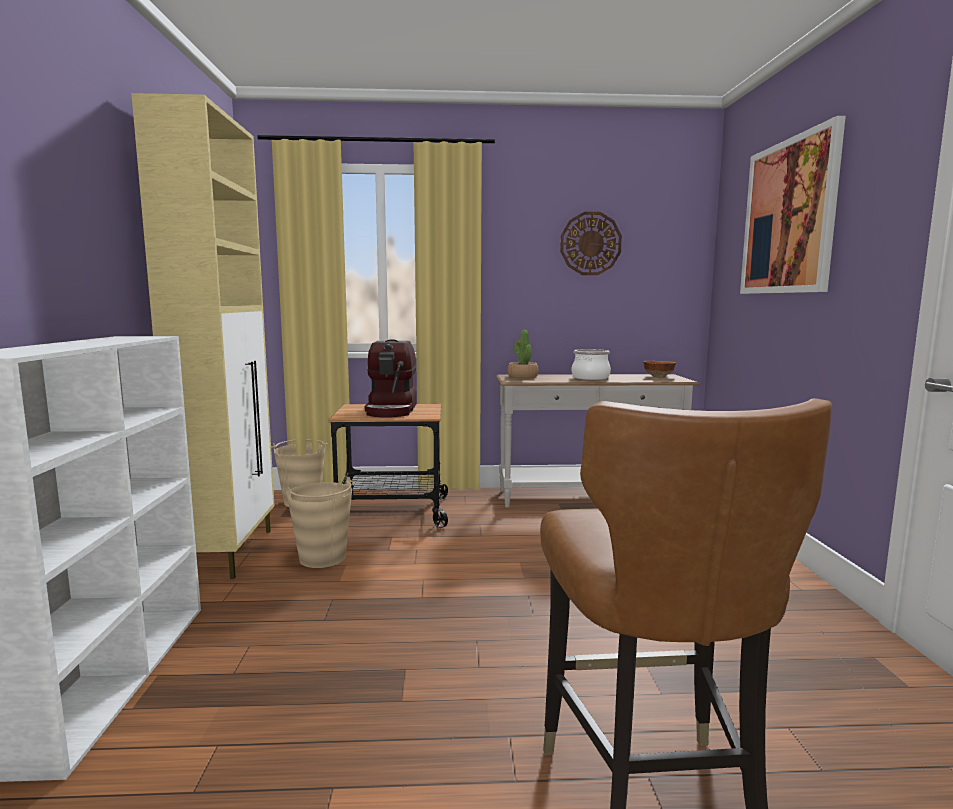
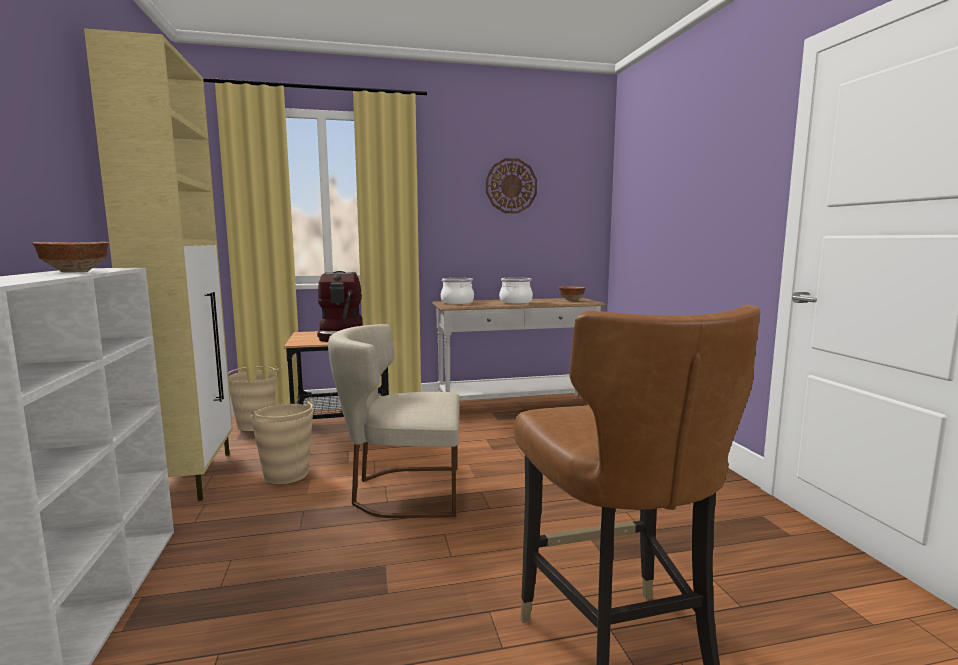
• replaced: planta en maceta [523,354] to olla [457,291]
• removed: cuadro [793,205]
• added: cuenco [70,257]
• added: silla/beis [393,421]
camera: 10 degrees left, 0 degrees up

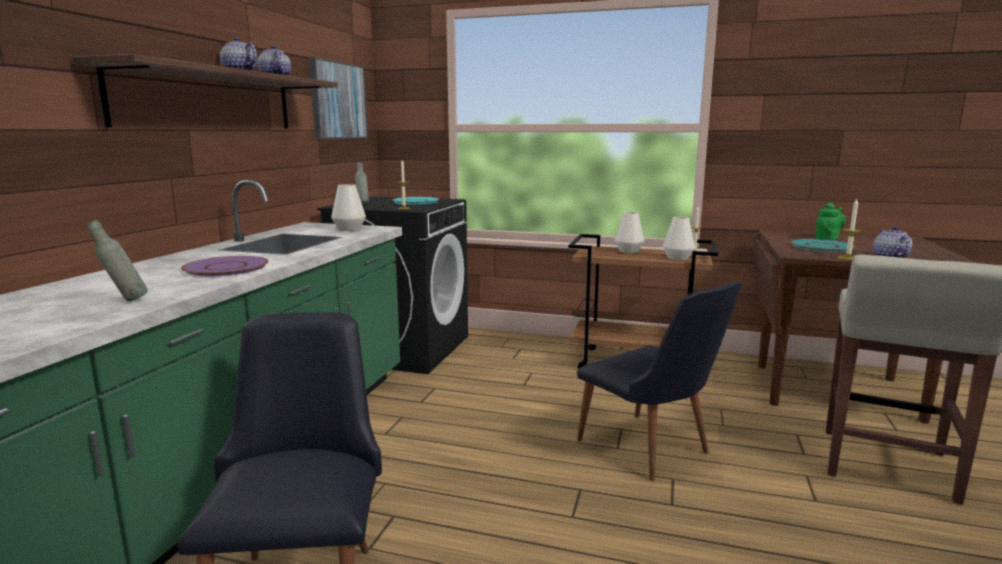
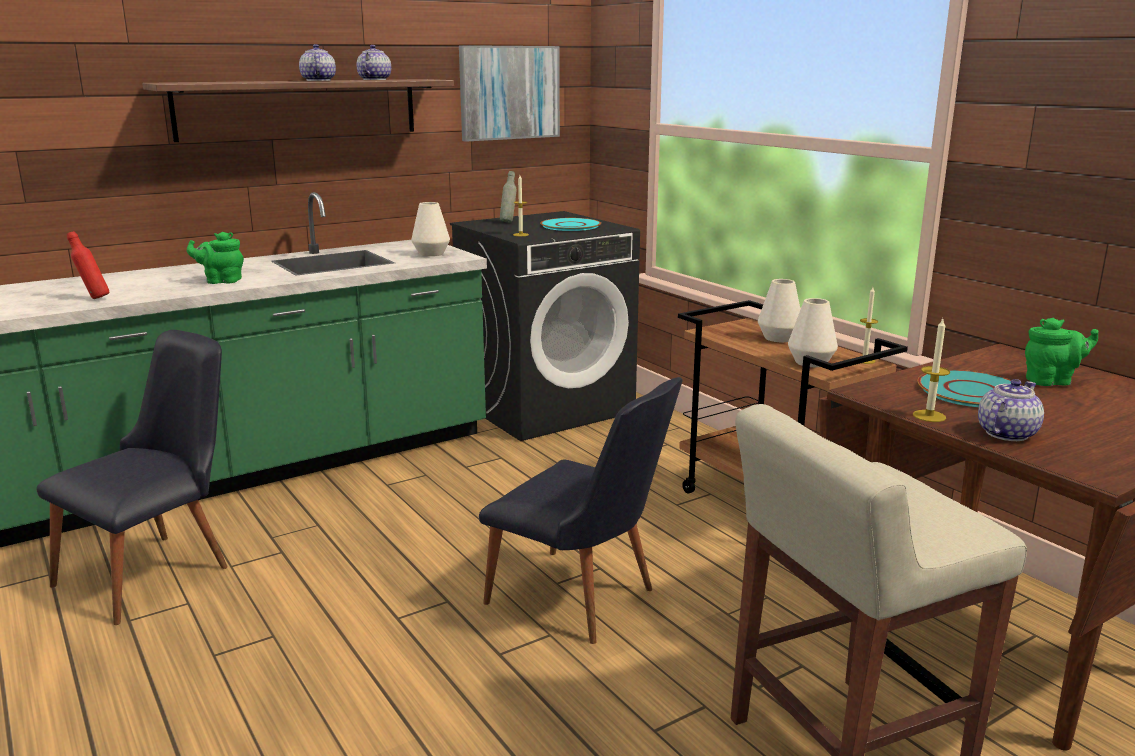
• recoloured: botella/gris [116,260] to botella/rojo [88,265]
• replaced: plato/morado [225,266] to tetera/verde [215,258]
• turned: silla/negro [659,381] = [581,510] 60 degrees counterclockwise
camera: 40 degrees right, 5 degrees up

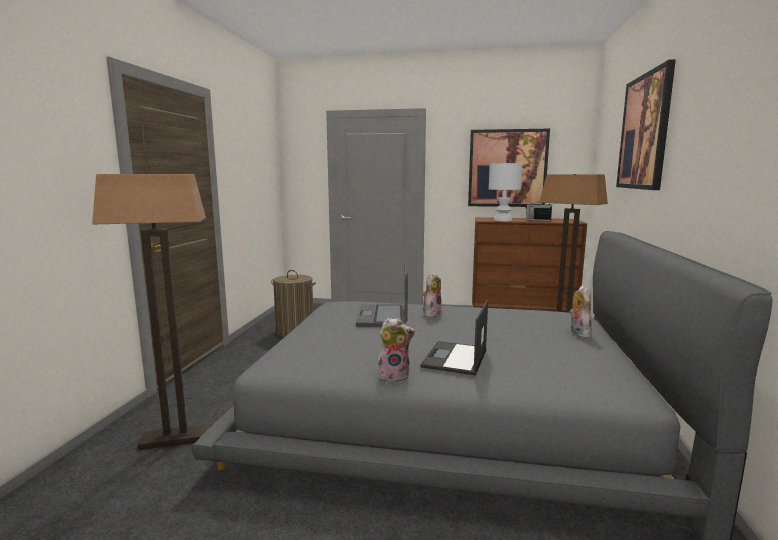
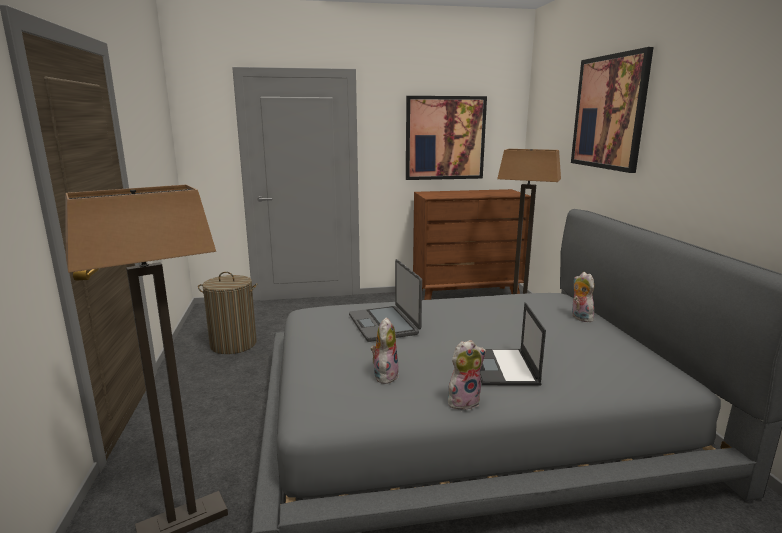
• moved: peluche [432,294] to [385,350]
• removed: lámpara de mesa/blanco [506,192]
• removed: radio [539,211]
camera: 20 degrees left, 5 degrees up

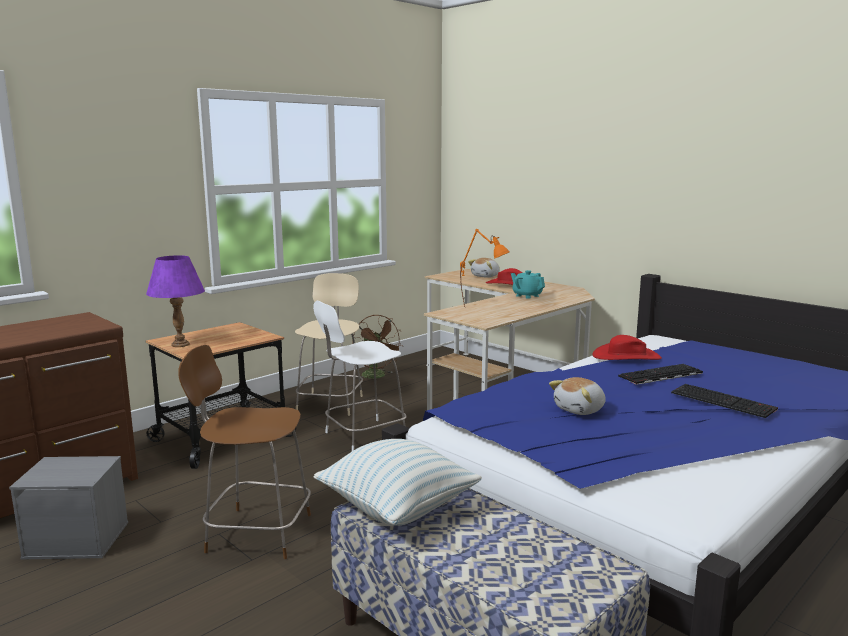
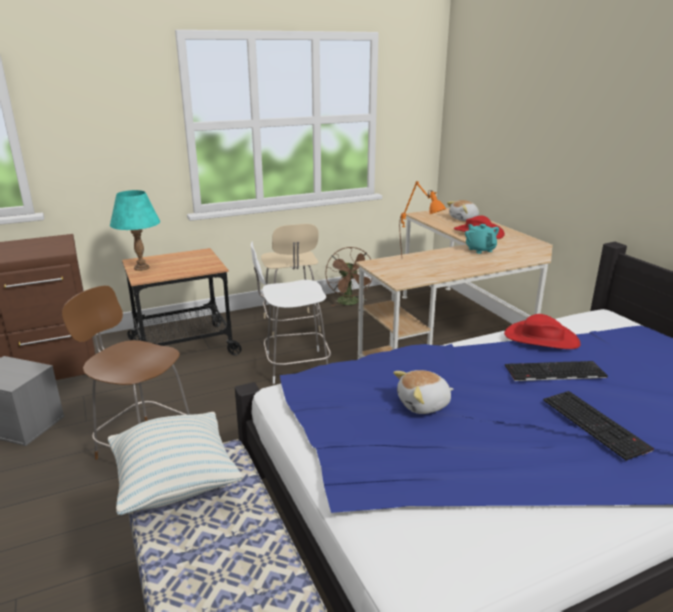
• recoloured: lámpara de mesa/morado [175,301] to lámpara de mesa/turquesa [135,230]
• turned: silla/beis [329,344] = [291,281] 135 degrees clockwise
camera: 20 degrees right, 10 degrees up

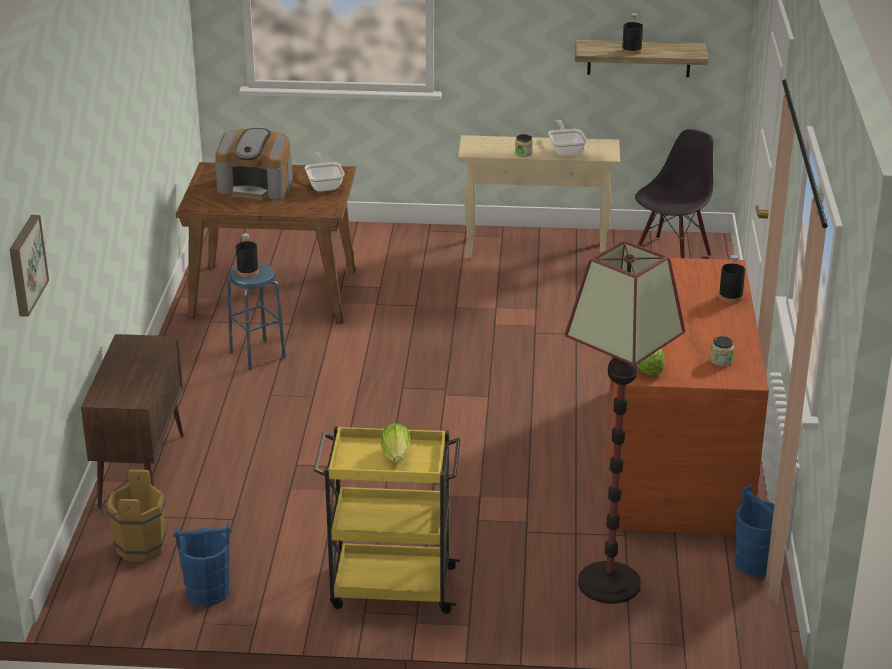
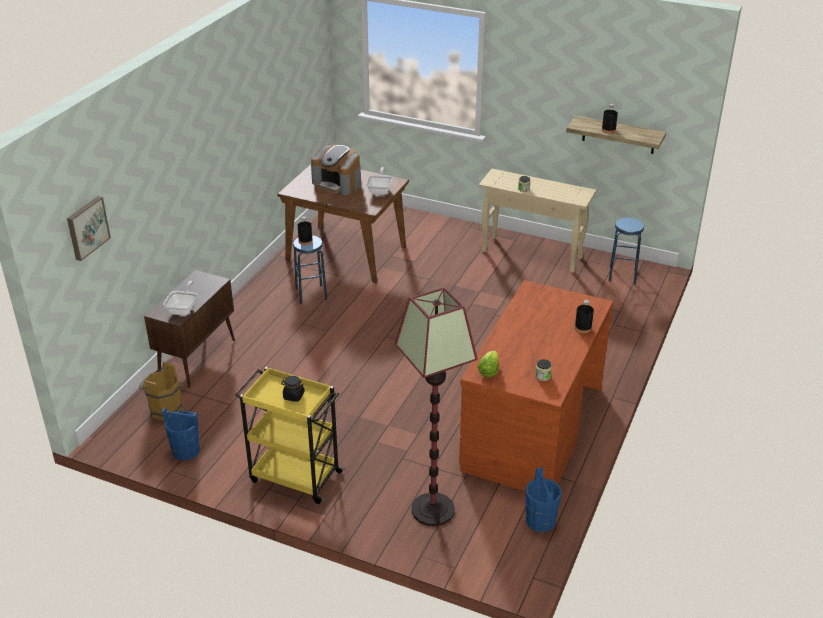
• replaced: lechuga [396,443] to tarro/negro [293,389]
• moved: sartén [567,138] to [180,298]
• replaced: silla/negro [674,193] to taburete/azul [626,251]
camera: 20 degrees right, 5 degrees up

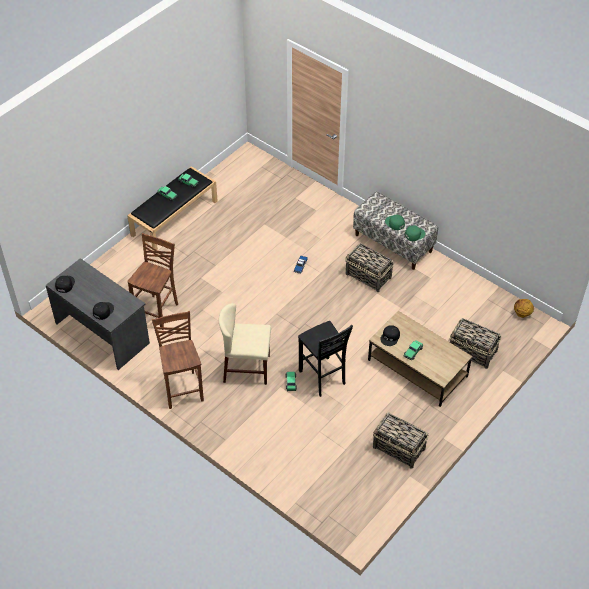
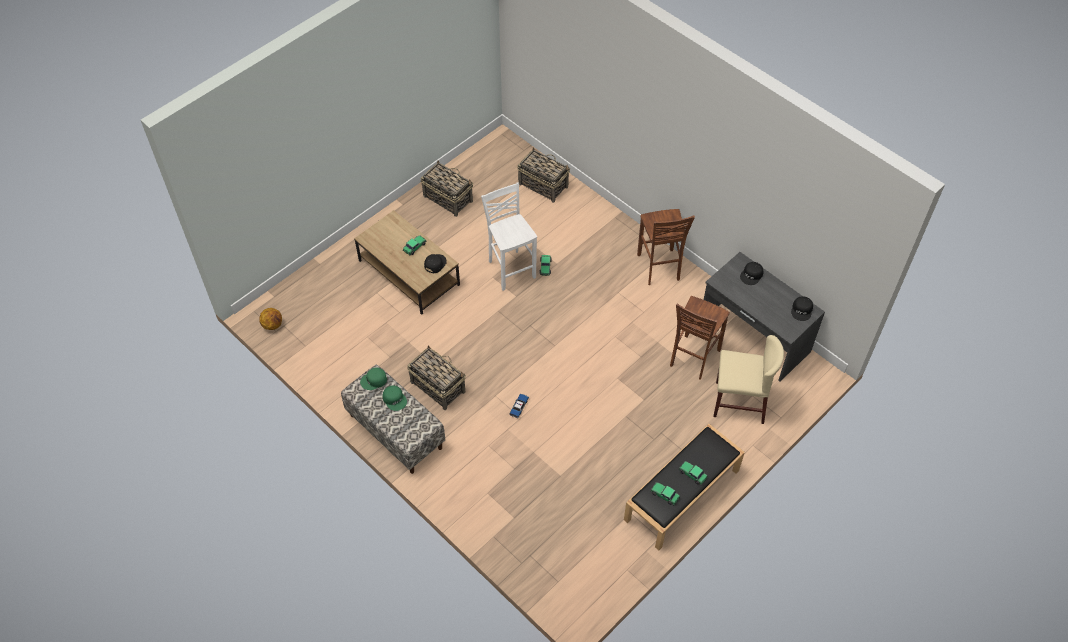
• moved: silla/beis [245,344] to [748,379]
• recoloured: taburete/negro [325,359] to taburete/blanco [509,236]
• moved: cesta [476,343] to [543,175]
camera: 175 degrees left, 5 degrees up

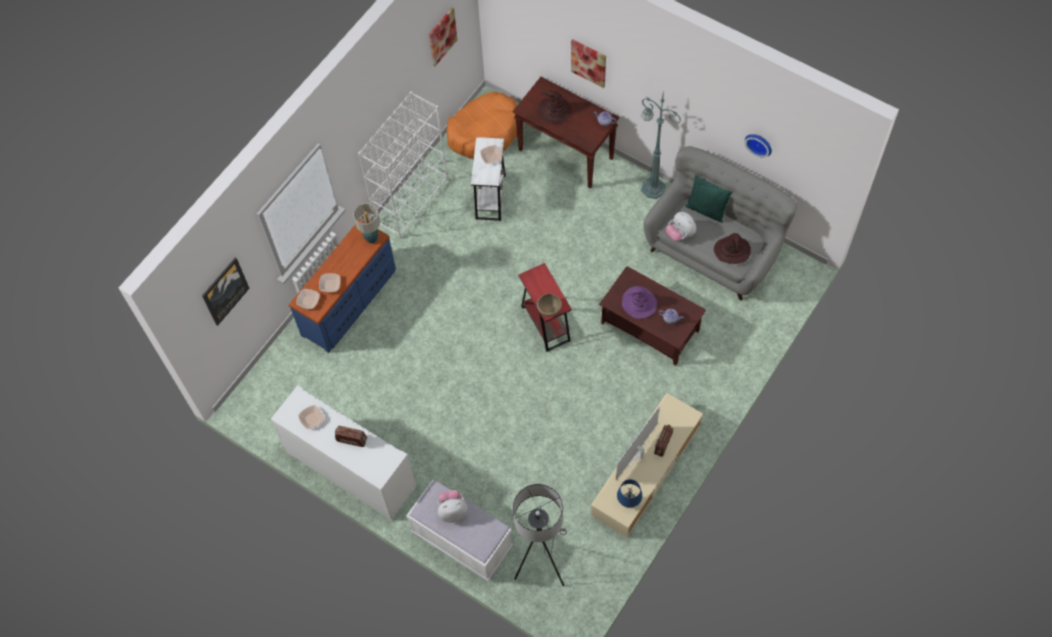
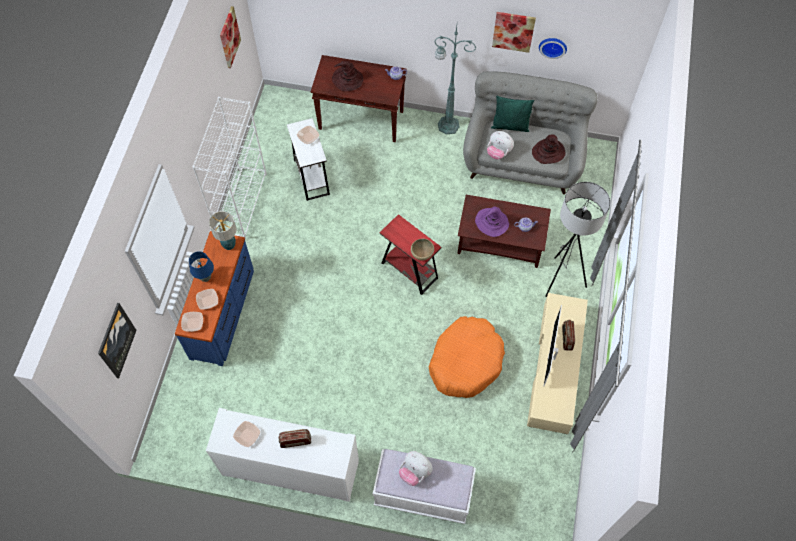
• turned: peluche [453,506] = [416,468] 105 degrees counterclockwise
• moved: cama para perro/naranja [482,125] to [467,357]
• moved: lámpara de pie/gris [540,535] to [577,239]
• moved: cuadro [588,63] to [514,32]
• moved: lámpara de mesa/azul [629,493] to [201,266]
camera: 25 degrees left, 0 degrees up

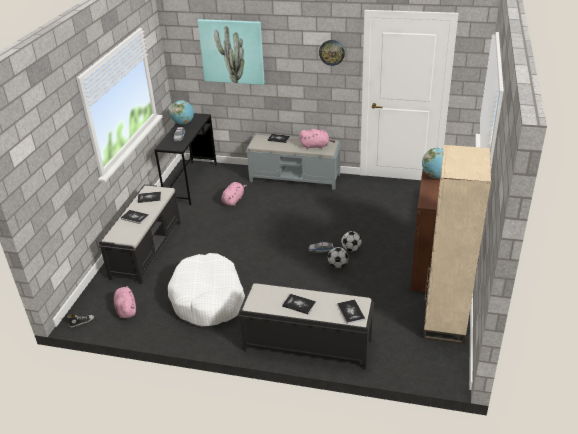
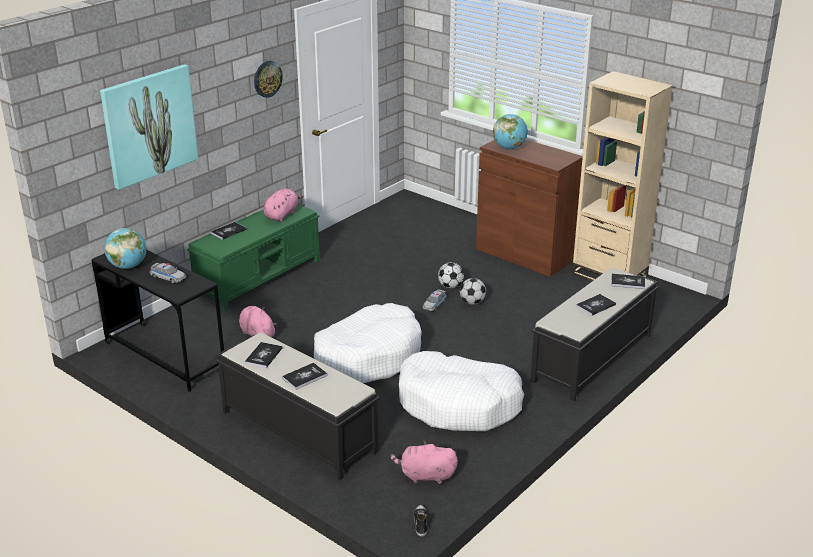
• recoloured: banco/gris [293,162] to banco/verde [253,257]
• added: cama para perro/blanco [368,343]
camera: 65 degrees left, 5 degrees down

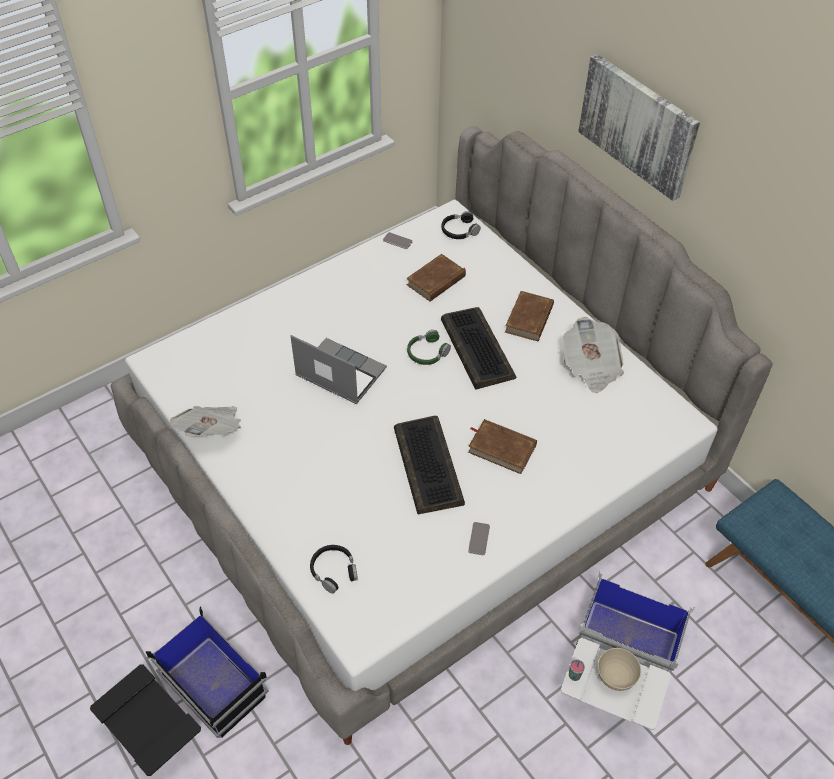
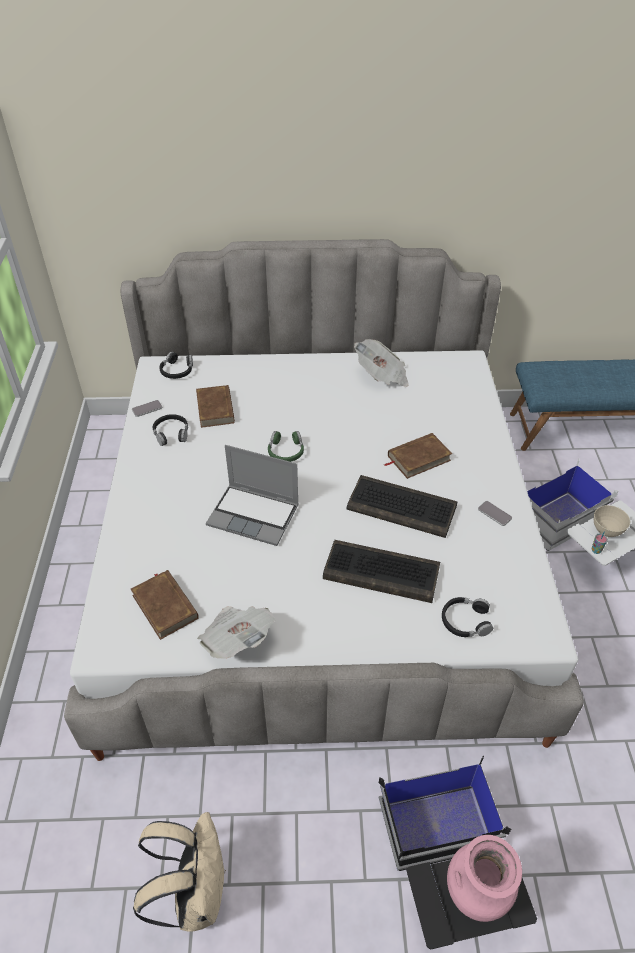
• turned: portátil [339,369] = [252,495] 135 degrees counterclockwise
• moved: teclado [478,348] to [381,571]
• moved: libro/marrón [529,316] to [165,605]
• removed: cuadro [639,127]
• added: mochila/beis [179,872]
• added: auriculares/negro [170,430]
• added: florero/rosa [484,878]
camera: 55 degrees left, 5 degrees down

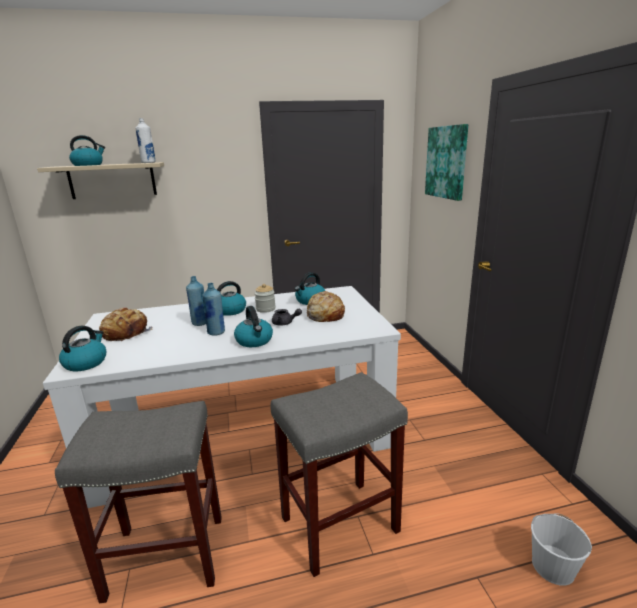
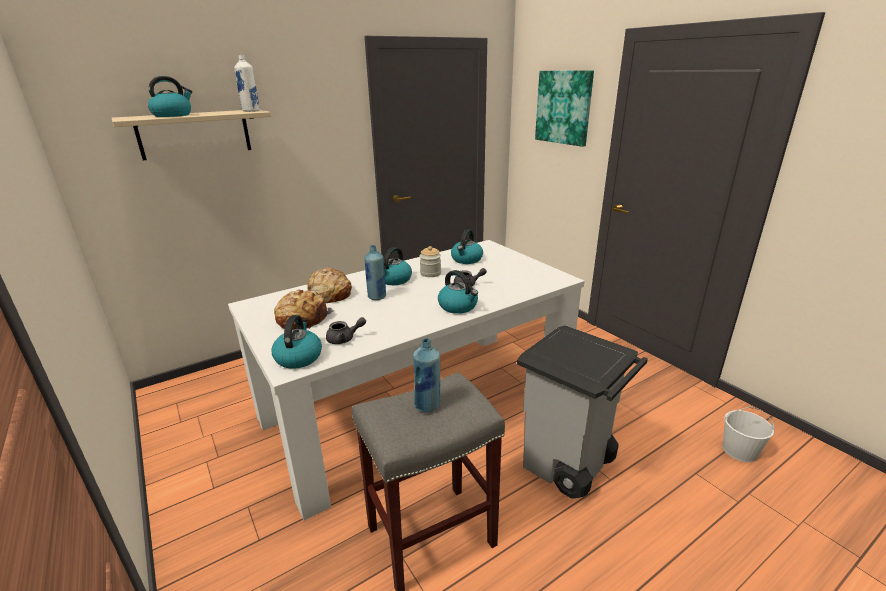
• moved: botella/azul [214,309] to [426,375]
• replaced: taburete/gris [339,474] to papelera/gris [582,412]
• moved: pan [326,306] to [329,285]
• added: tetera/gris [346,330]
camera: 20 degrees left, 5 degrees up

